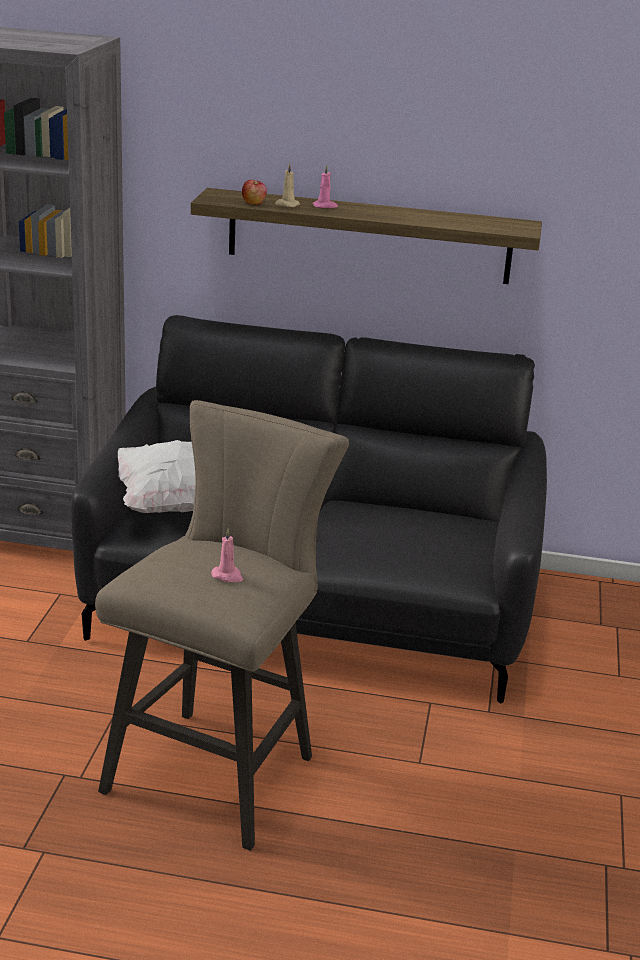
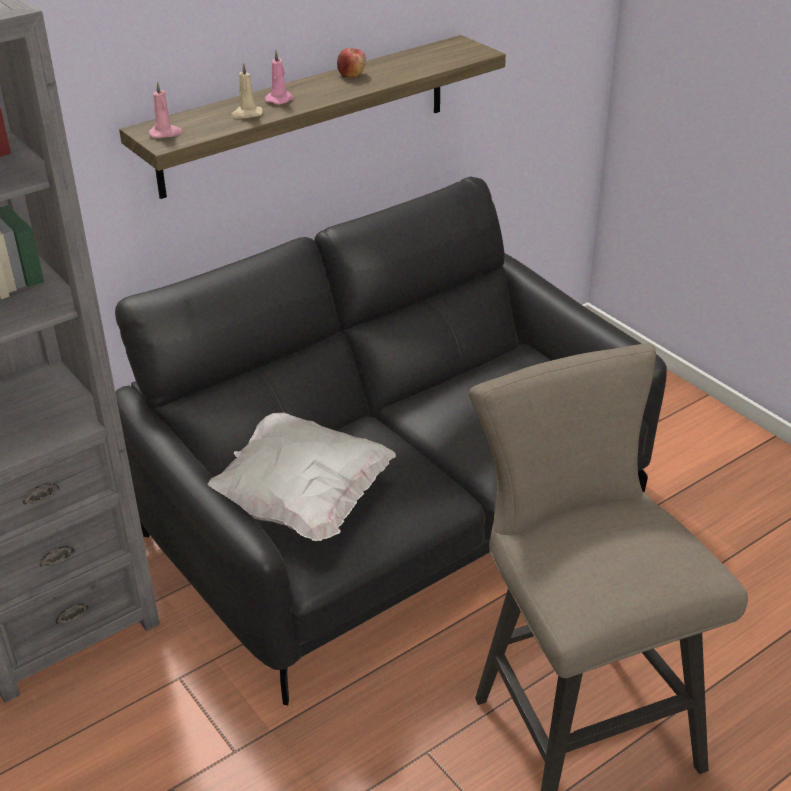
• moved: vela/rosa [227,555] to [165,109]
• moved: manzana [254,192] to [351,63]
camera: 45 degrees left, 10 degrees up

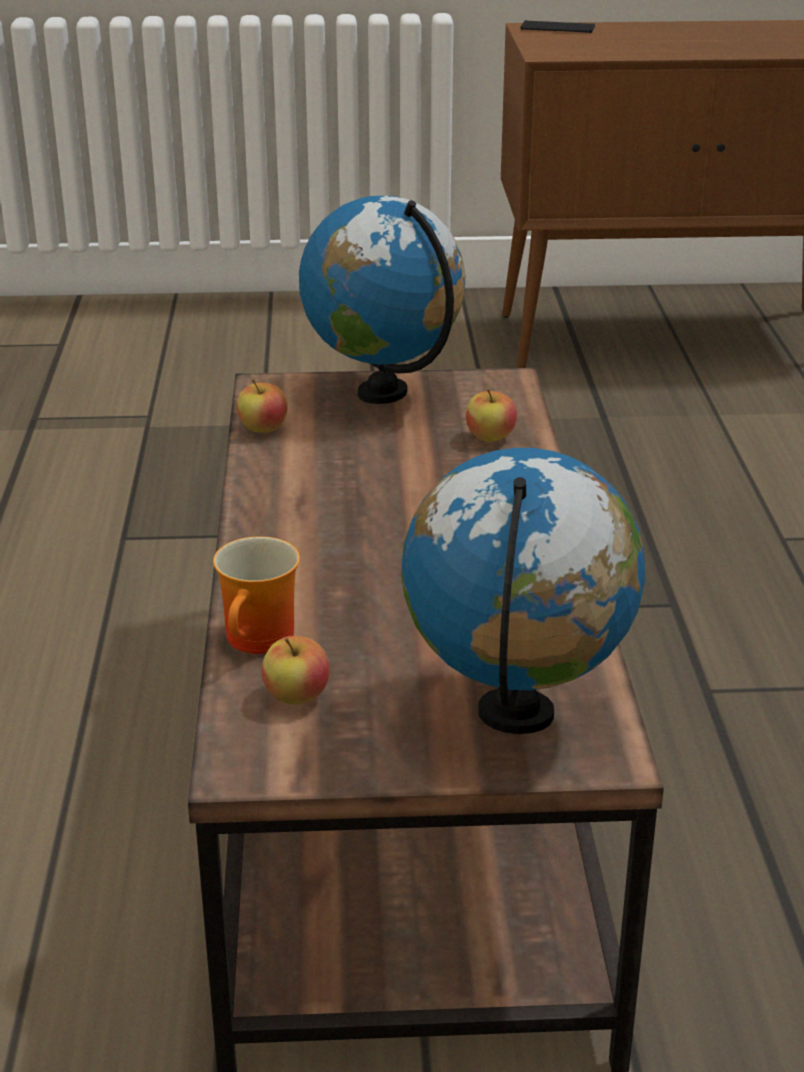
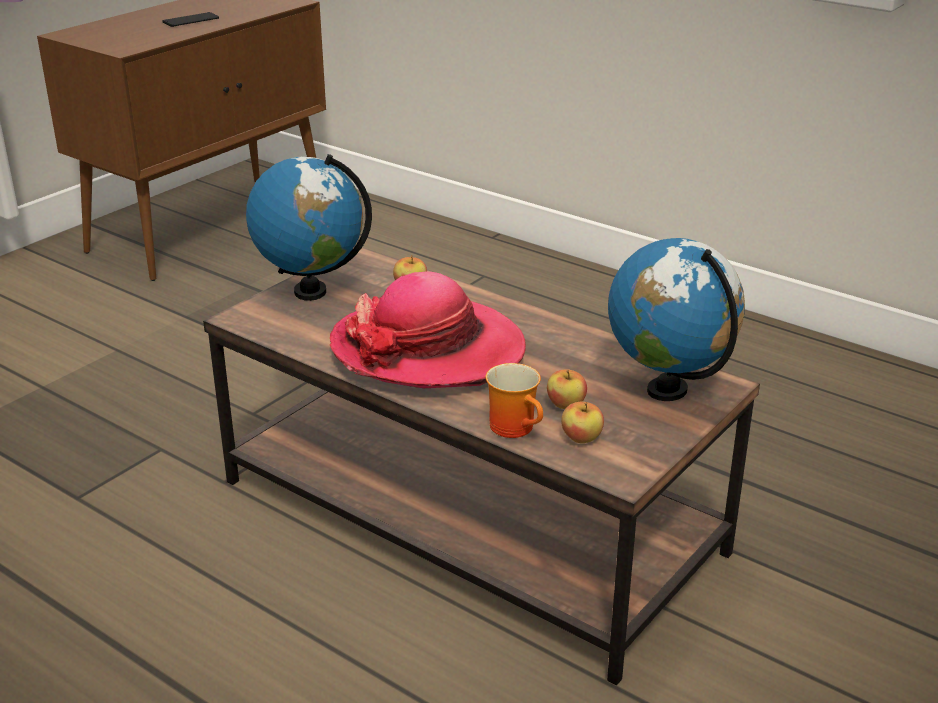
• moved: manzana [262,406] to [567,389]
• moved: móvil [558,26] to [190,19]
• added: sombrero [428,330]
camera: 50 degrees left, 0 degrees up

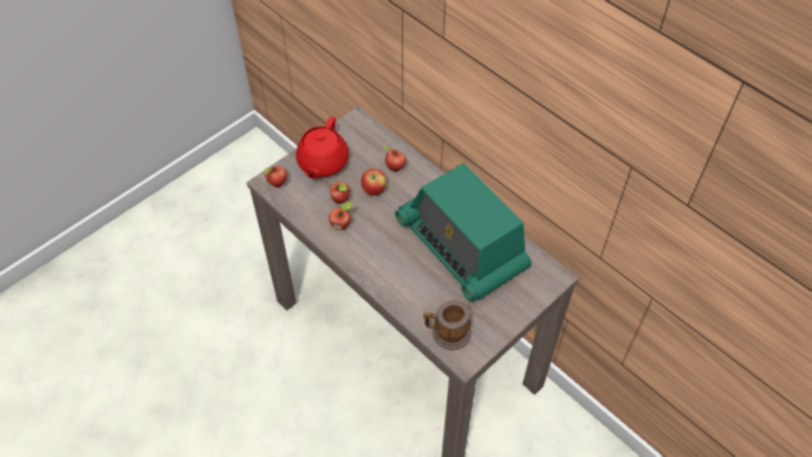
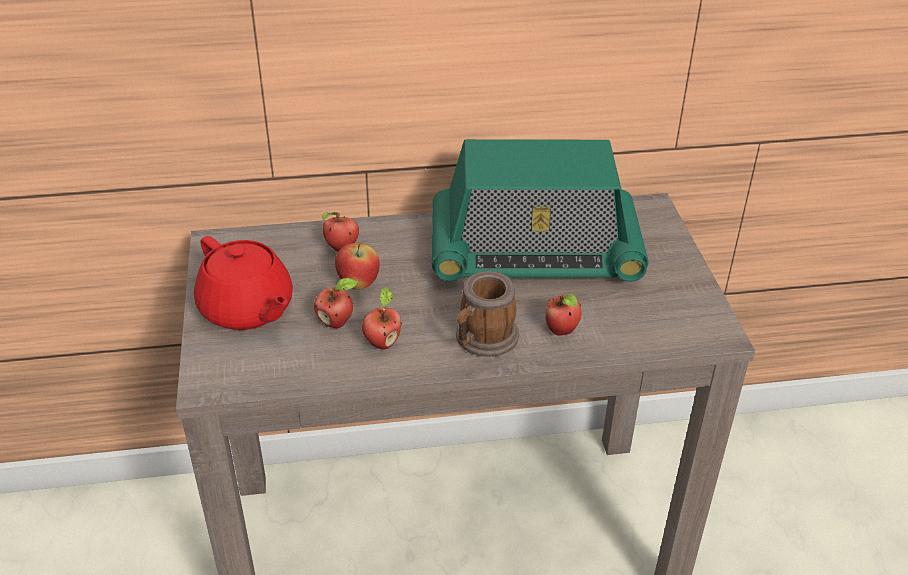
• moved: manzana [276,177] to [563,314]
• moved: taza grande [447,325] to [487,314]
camera: 55 degrees left, 15 degrees down

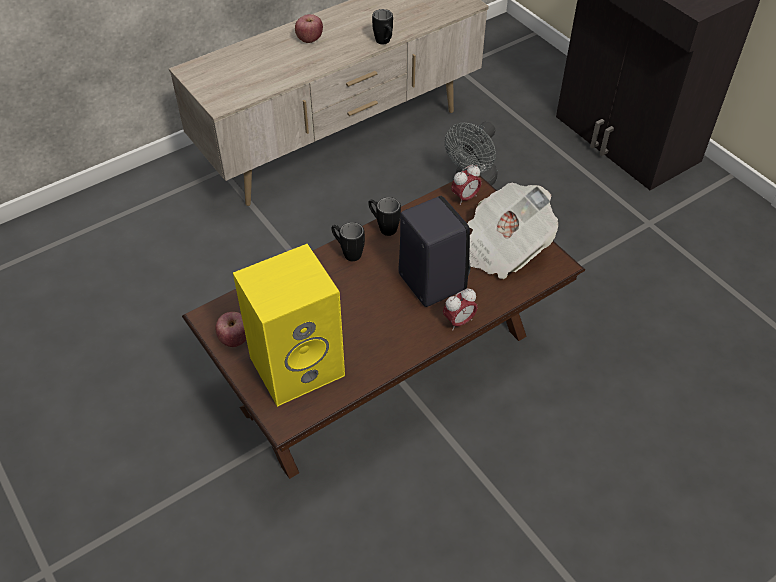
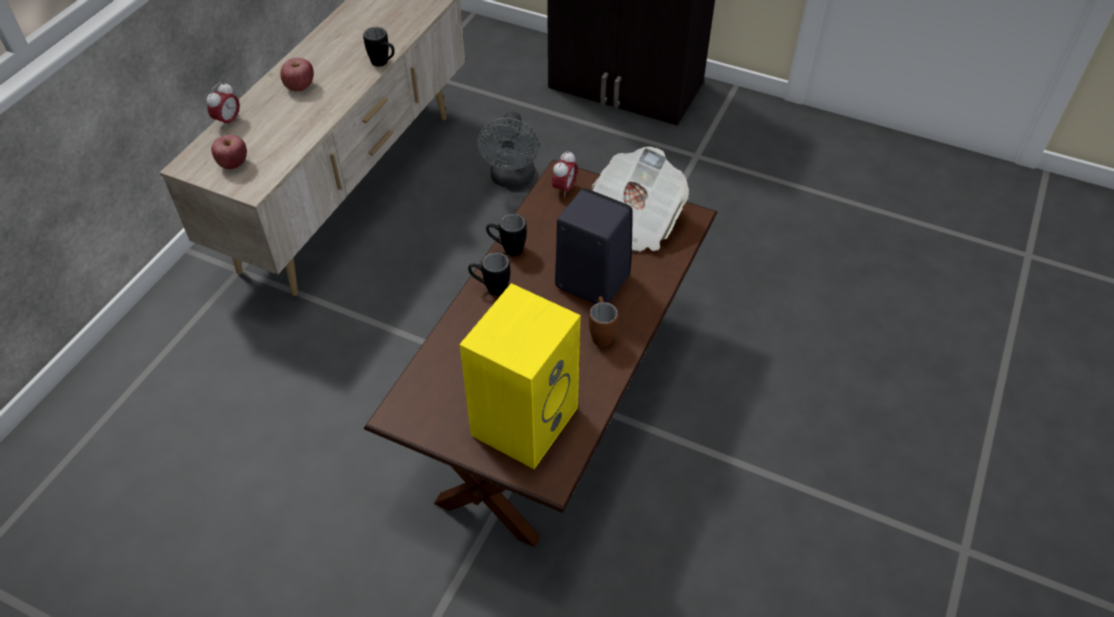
• moved: manzana [230,329] to [229,152]
• moved: despertador [460,310] to [223,106]
• added: taza grande/marrón [603,321]
camera: 30 degrees left, 0 degrees up

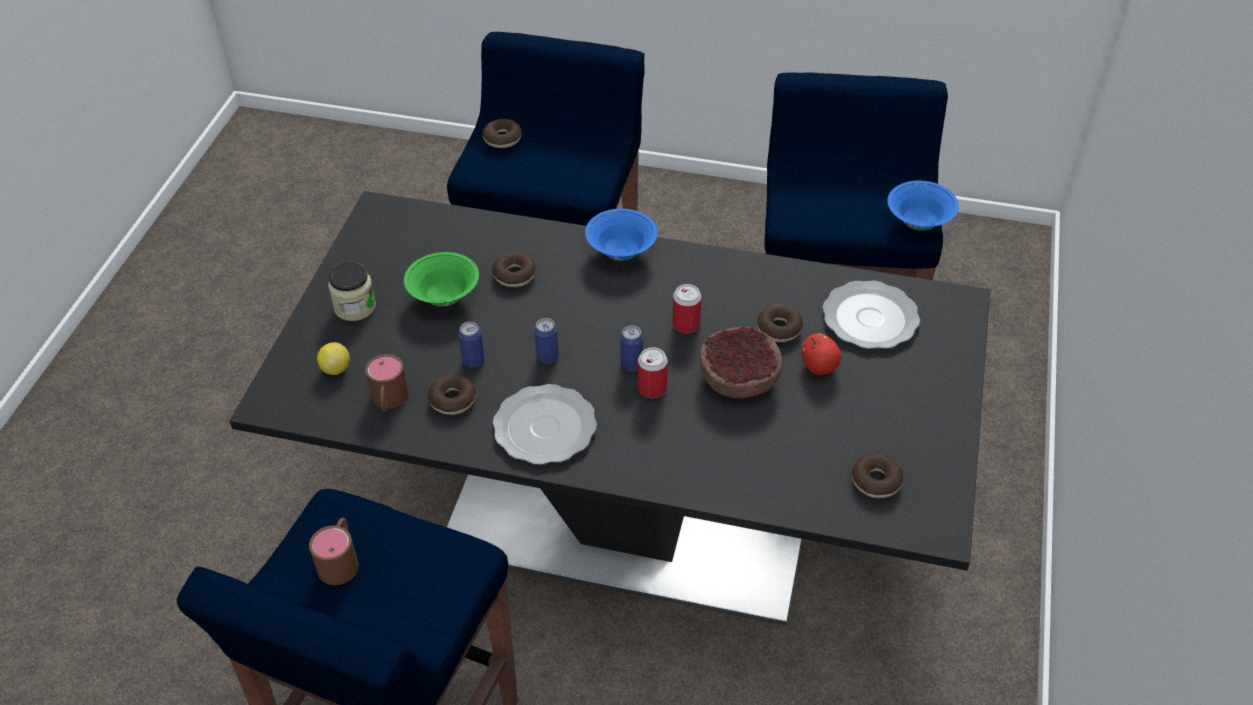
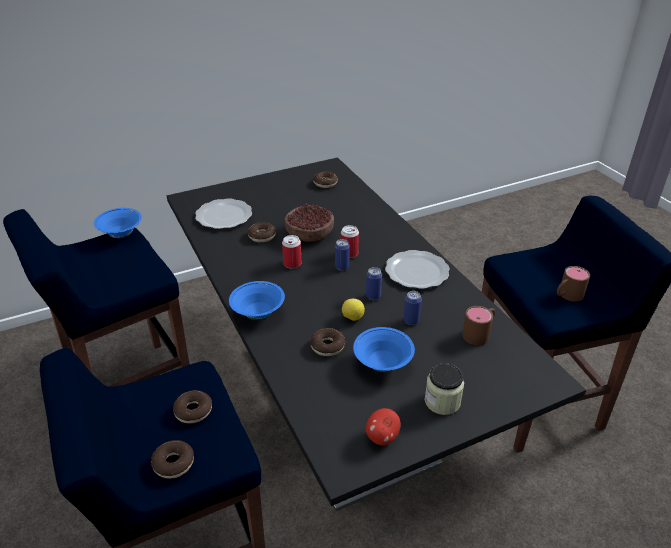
• moved: limón [333,358] to [353,310]
• recoloured: cuenco/verde [441,279] to cuenco/azul [384,349]
• moved: rosquilla [452,394] to [192,406]
• moved: manzana [821,354] to [383,426]
camera: 130 degrees left, 10 degrees down

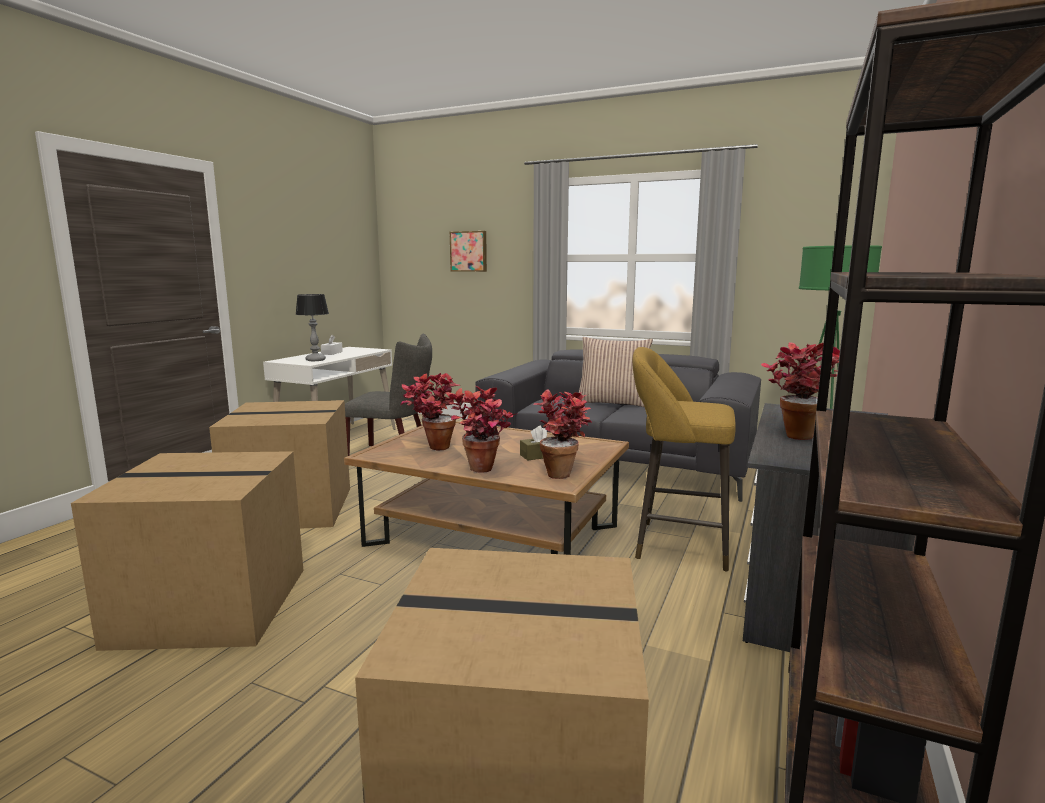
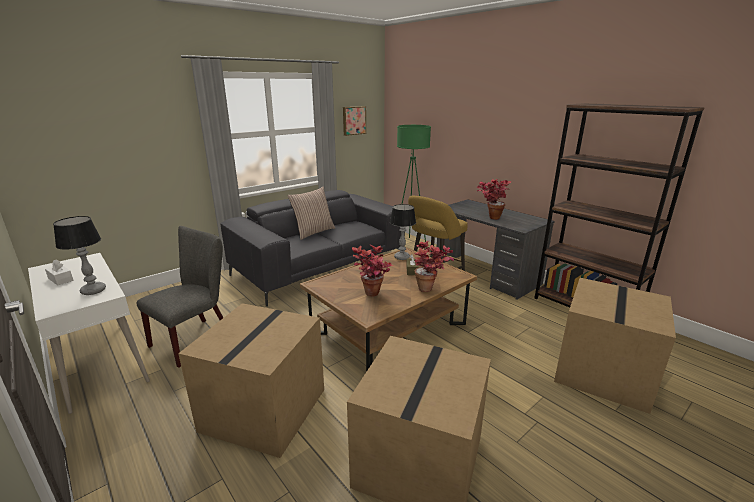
• moved: cuadro [468,251] to [354,121]
• removed: planta en maceta [562,434]
• added: lámpara de mesa [403,232]
camera: 65 degrees left, 10 degrees up

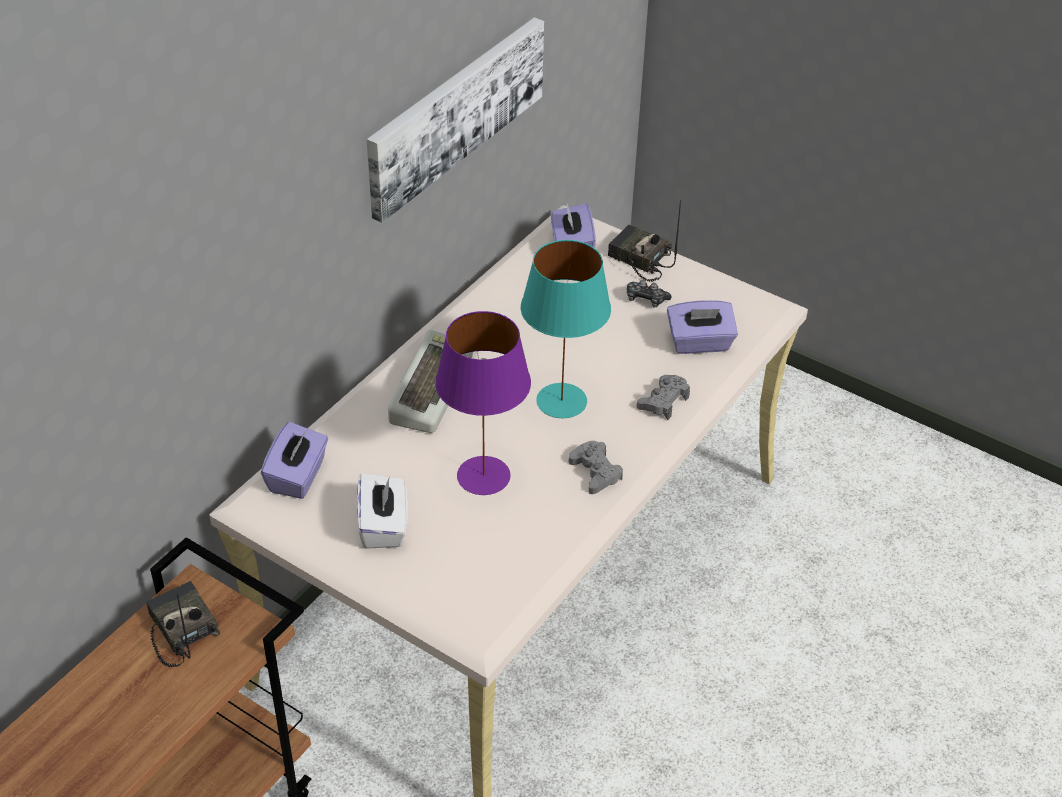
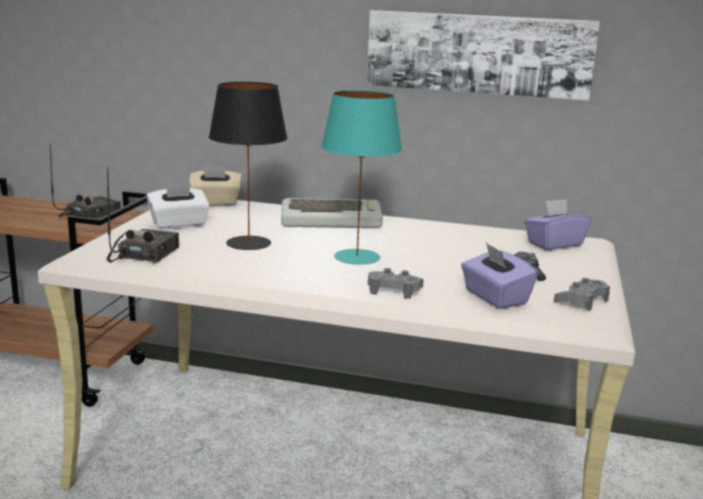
• recoloured: caja de pañuelos/morado [294,460] to caja de pañuelos/beis [215,185]
• recoloured: lámpara de mesa/morado [483,403] to lámpara de mesa/negro [247,166]
• moved: mando de consola/gris [596,467] to [582,294]
• moved: radio [644,241] to [143,214]
camera: 70 degrees right, 25 degrees down

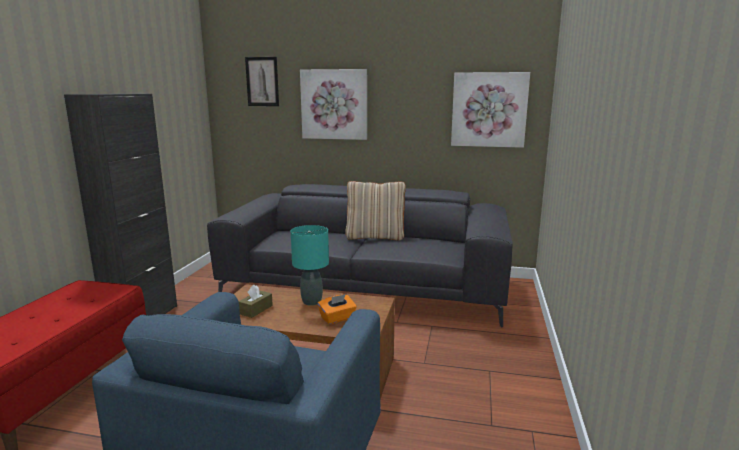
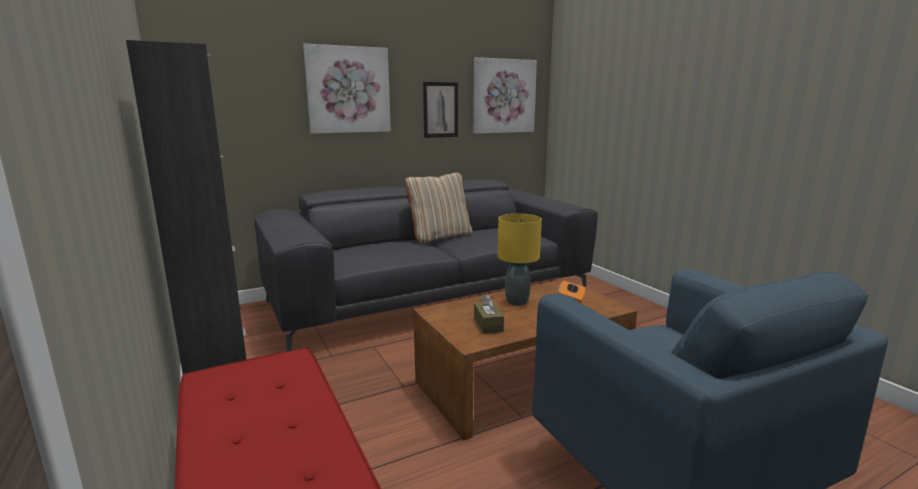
• moved: cuadro [262,81] to [440,110]
• recoloured: lámpara de mesa/turquesa [310,265] to lámpara de mesa/amarillo [520,260]
camera: 40 degrees left, 0 degrees up

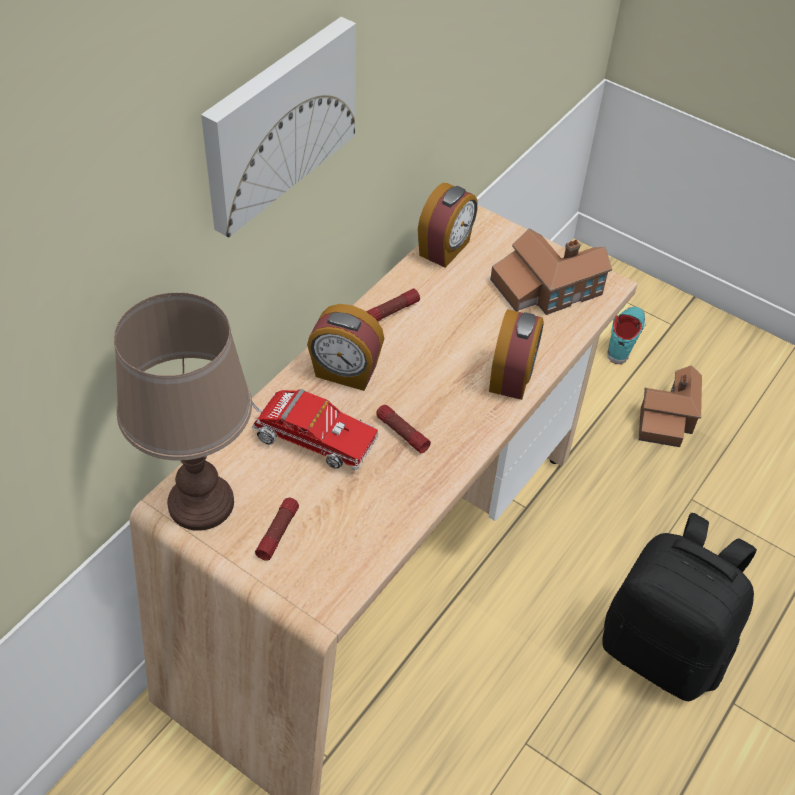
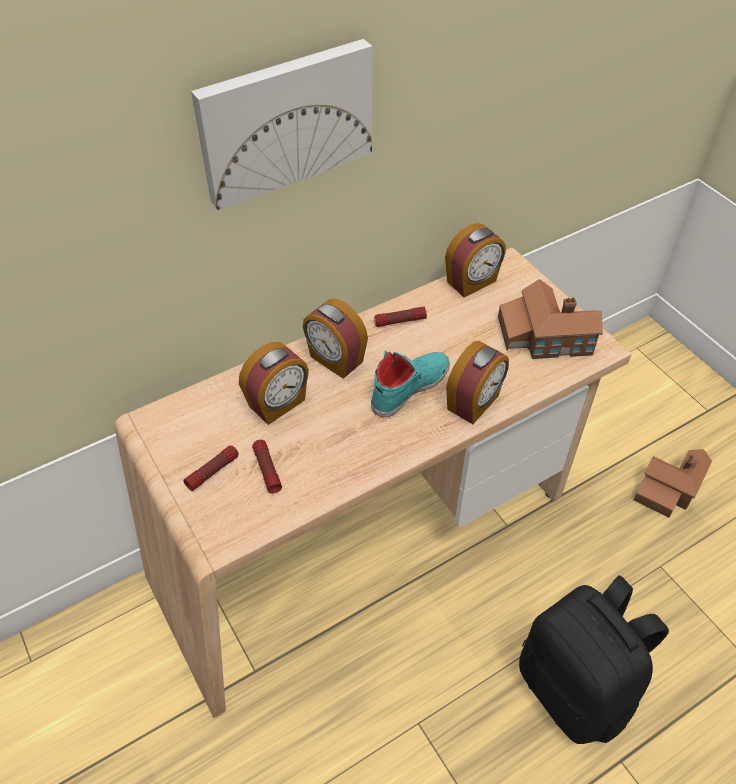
• removed: lámpara de mesa/marrón [183,411]
• replaced: camión de juguete [315,429] to despertador [274,383]
• moved: linterna [403,429] to [267,466]
• moved: zapato/turquesa [626,335] to [410,384]
camera: 25 degrees right, 0 degrees up

